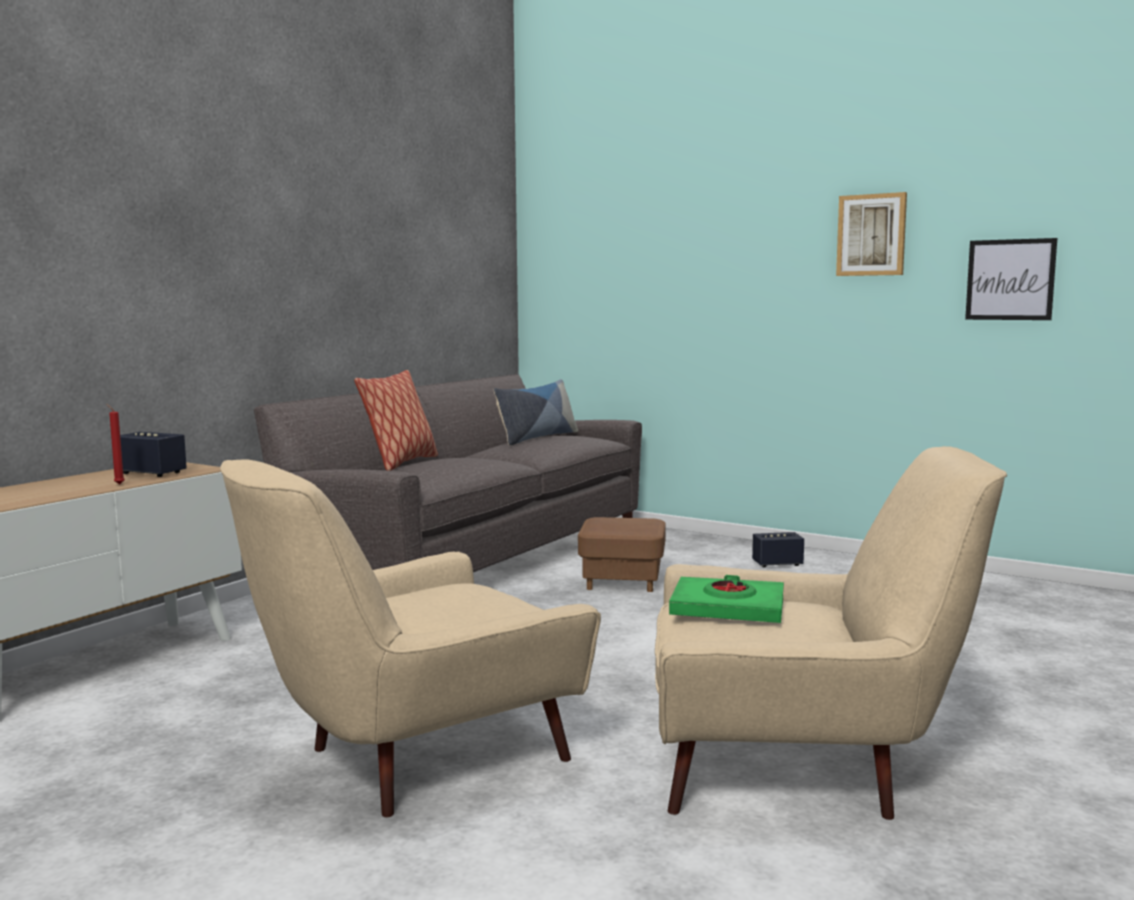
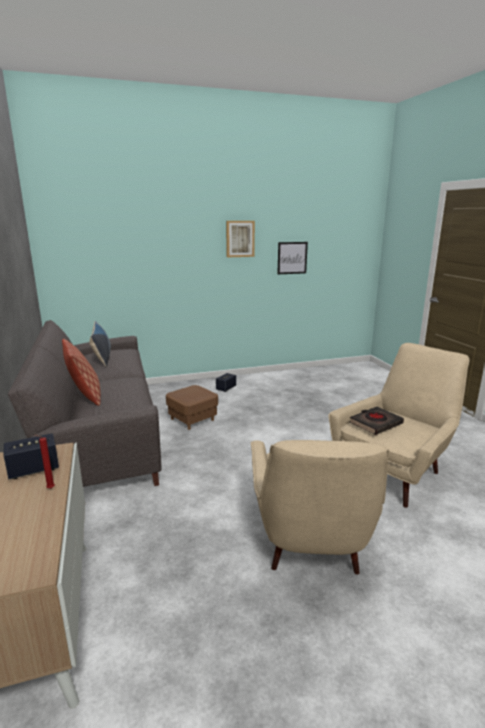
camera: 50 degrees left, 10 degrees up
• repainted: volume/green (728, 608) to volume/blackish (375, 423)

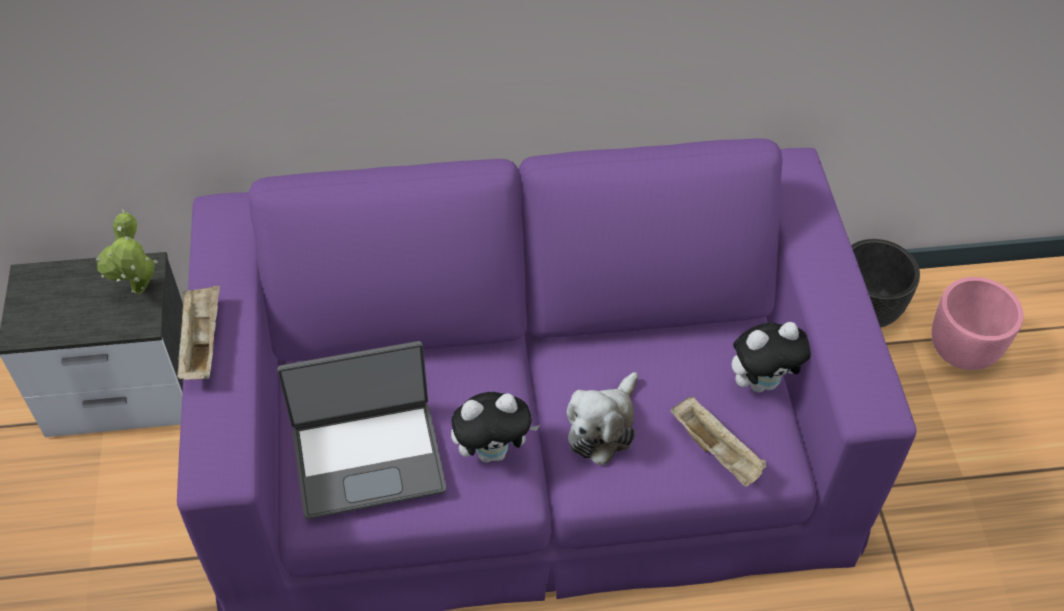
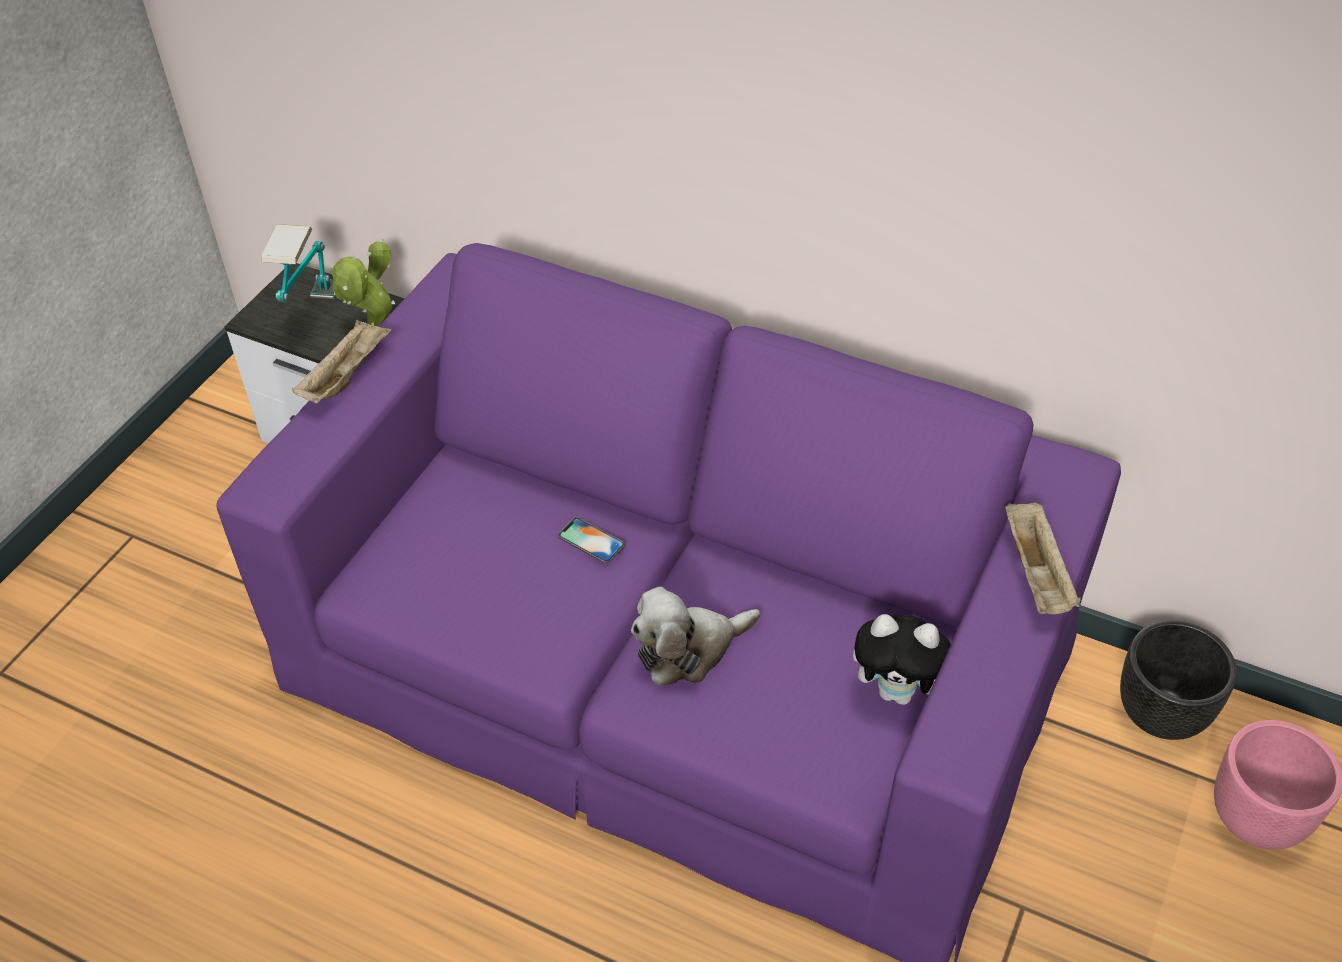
camera: 35 degrees right, 5 degrees down
• new: tabletop lamp (314, 317)
• new: phone (591, 541)
• shifted: tray/beige (716, 451) to (1037, 574)
• gone: notebook computer (368, 457)
• gone: cuddly toy (493, 451)

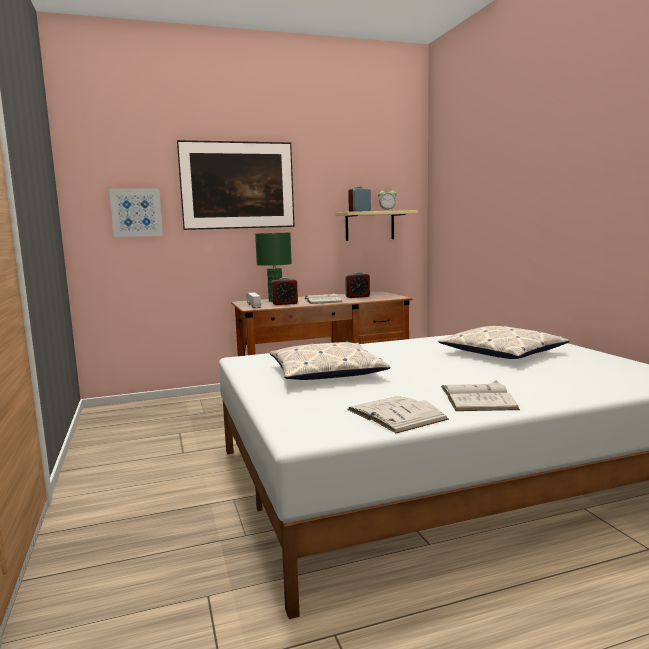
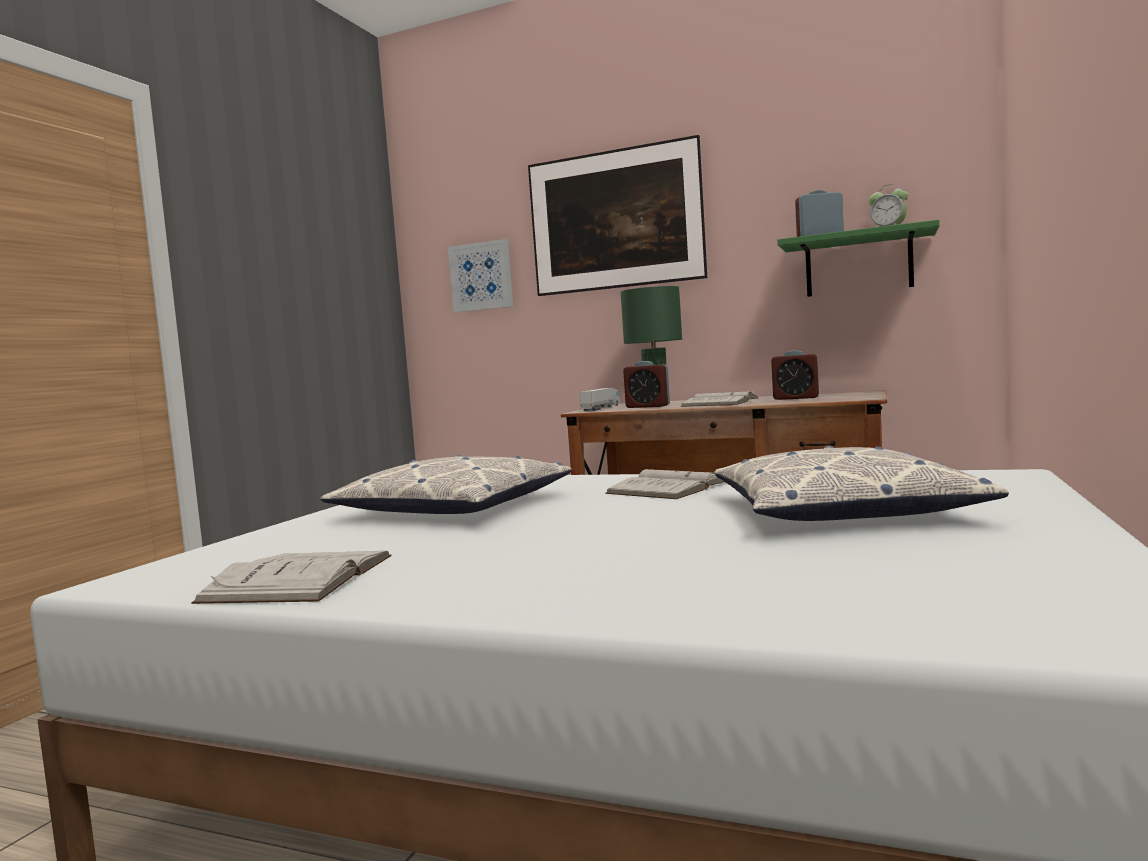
camera: 40 degrees right, 5 degrees down
• shifted: volume/white-coloured (477, 398) to (671, 486)
• repainted: wall shelf/beige (369, 226) to wall shelf/green (858, 265)

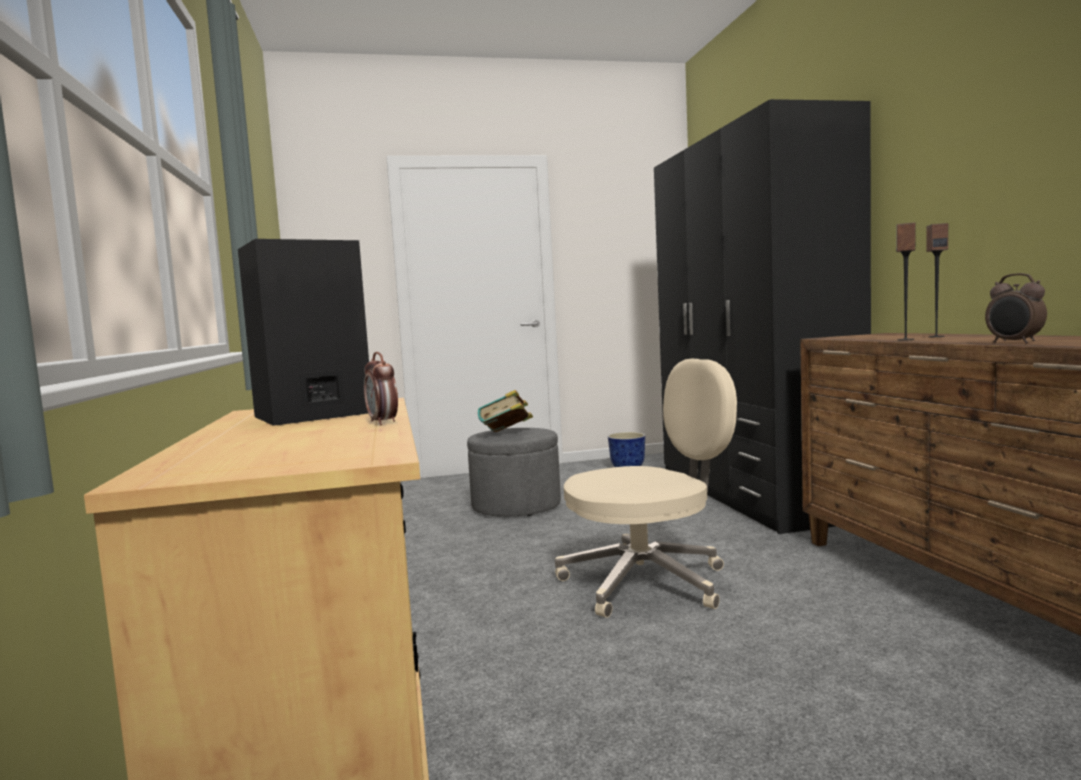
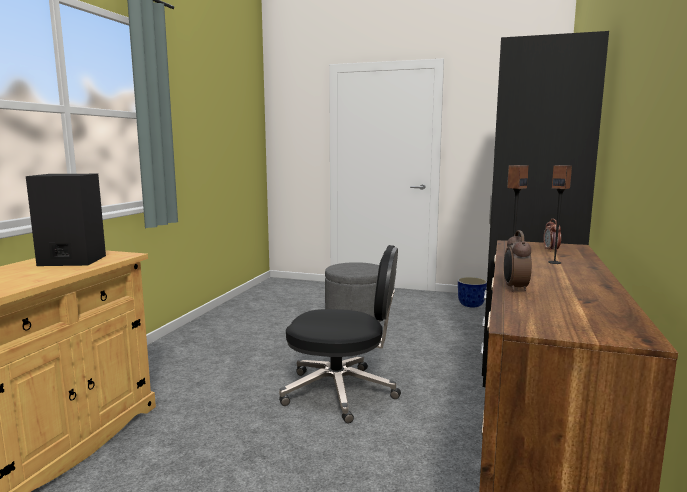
camera: 30 degrees right, 5 degrees up
• repainted: office chair/beige (647, 582) to office chair/blackish (341, 392)
• shifted: table clock (383, 422) to (551, 250)
• gone: volume (506, 434)

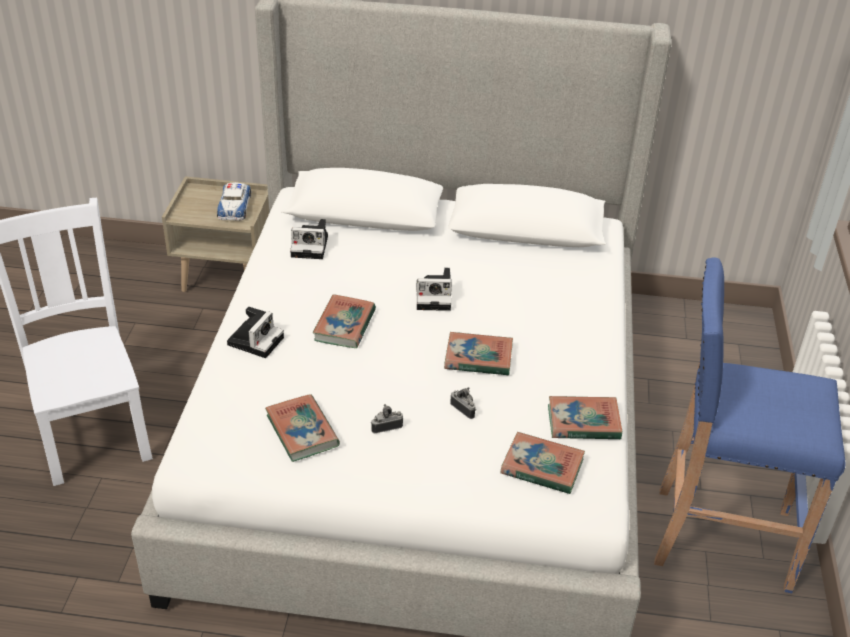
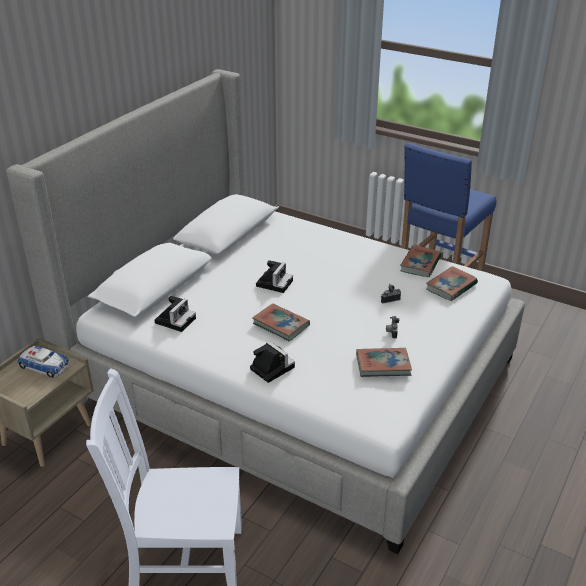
camera: 65 degrees left, 5 degrees down
• gone: volume (478, 358)

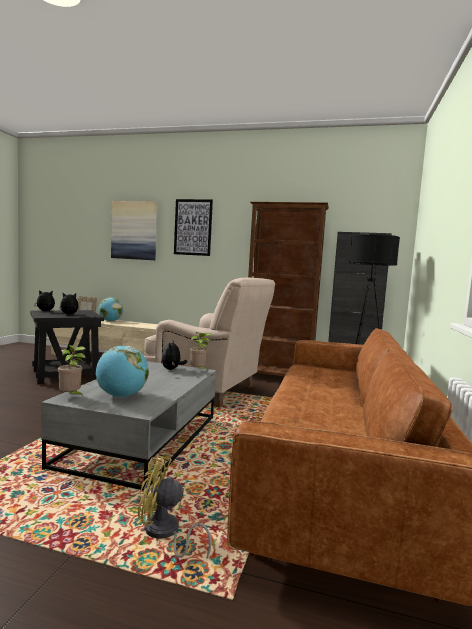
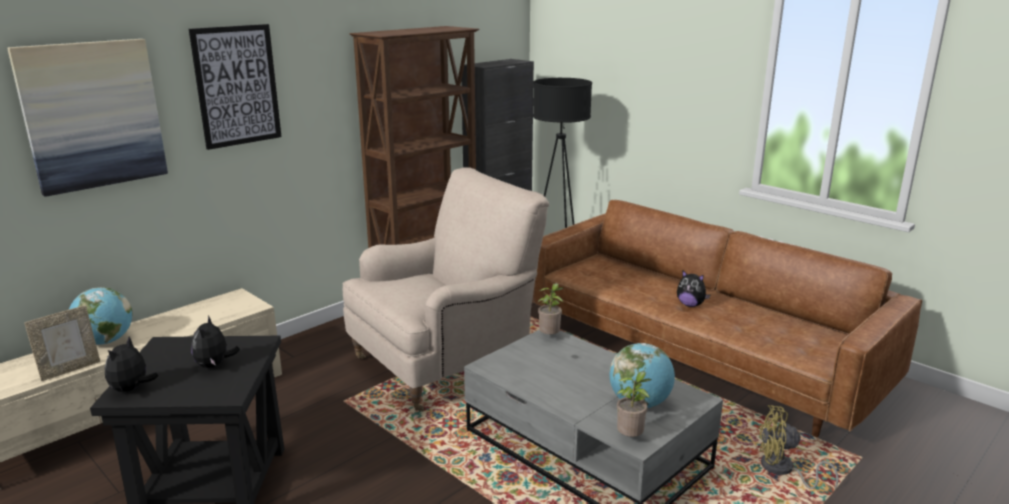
camera: 60 degrees left, 15 degrees up
• shifted: cuddly toy (172, 369) to (690, 305)
• rotated: cooling fan/yellow (165, 534) = (783, 470) 60 degrees clockwise

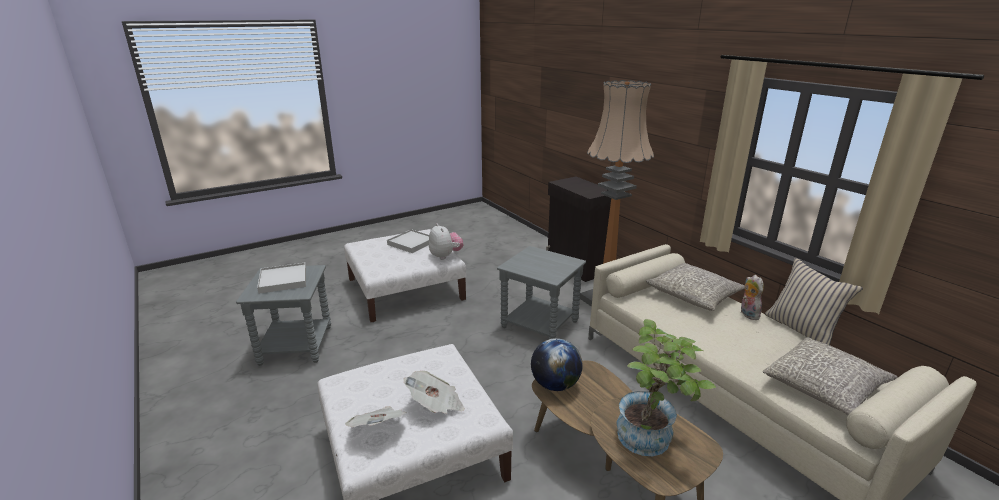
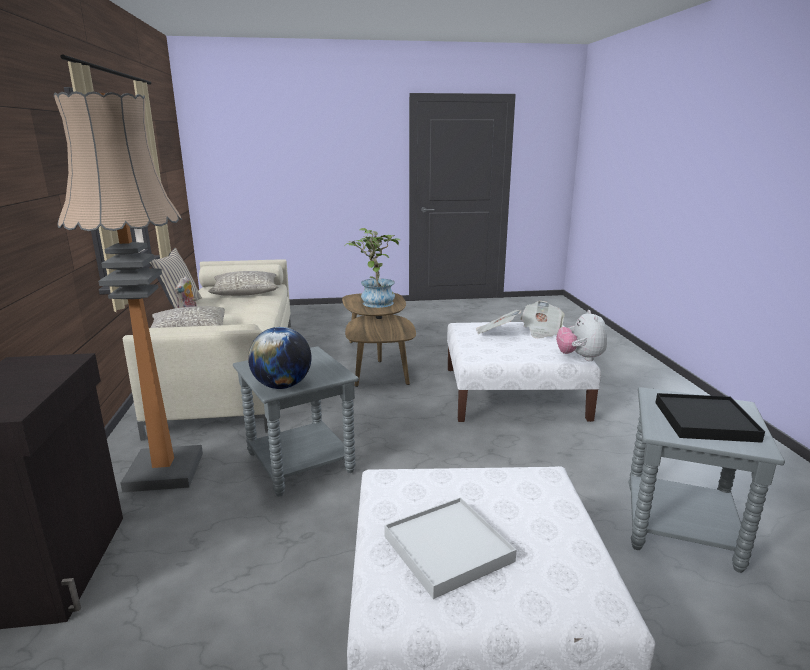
camera: 155 degrees left, 5 degrees down
• shifted: desk globe (555, 385) to (282, 386)
• shifted: cuddly toy (445, 256) to (580, 358)
• repainted: tray/white-coloured (283, 280) to tray/blackish (705, 421)

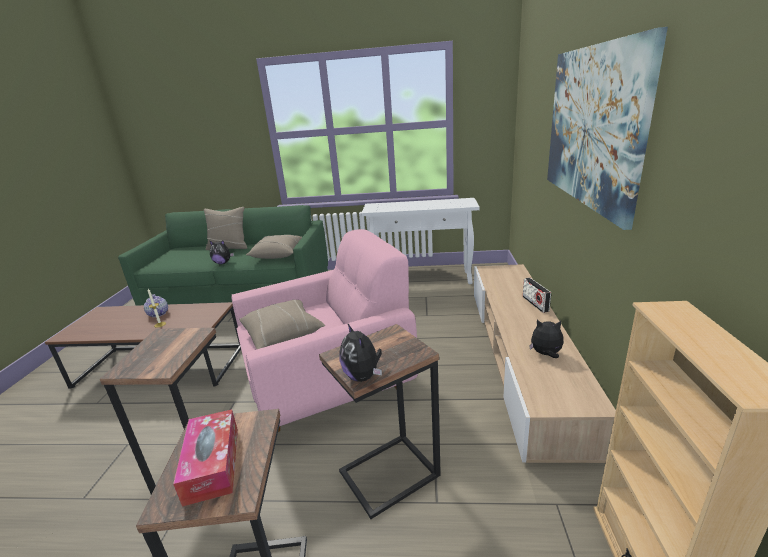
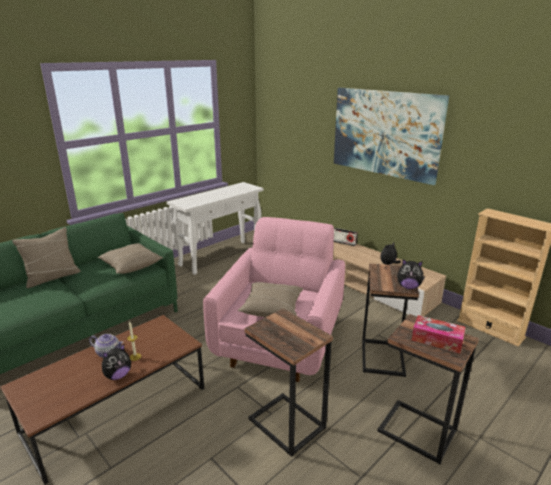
camera: 50 degrees left, 0 degrees up
• shifted: cuddly toy (223, 263) to (118, 375)

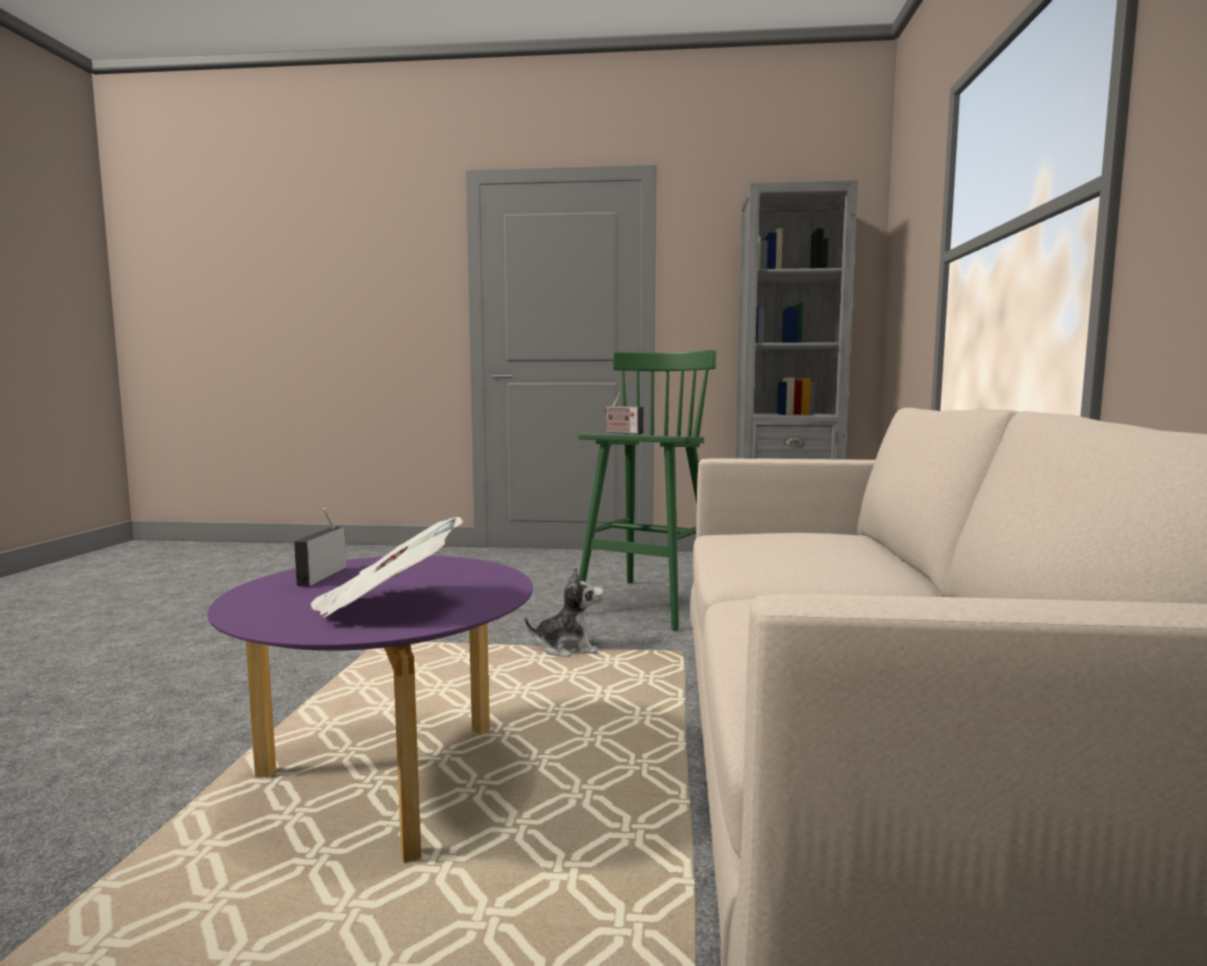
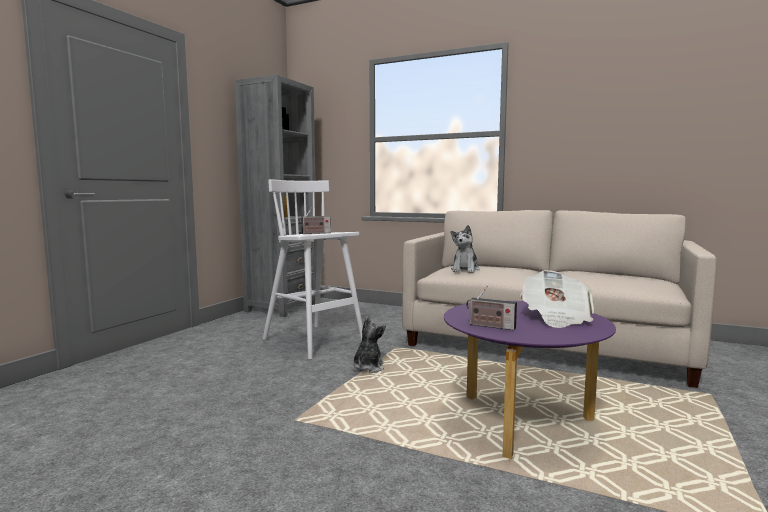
camera: 70 degrees left, 0 degrees up
• repainted: sitting stool/green (649, 605) to sitting stool/white-coloured (315, 342)
• new: cuddly toy (465, 270)

